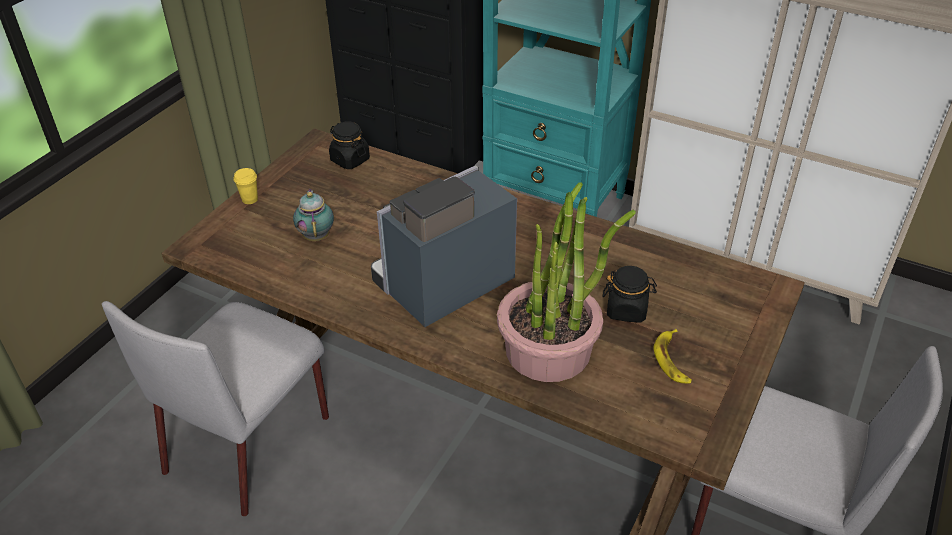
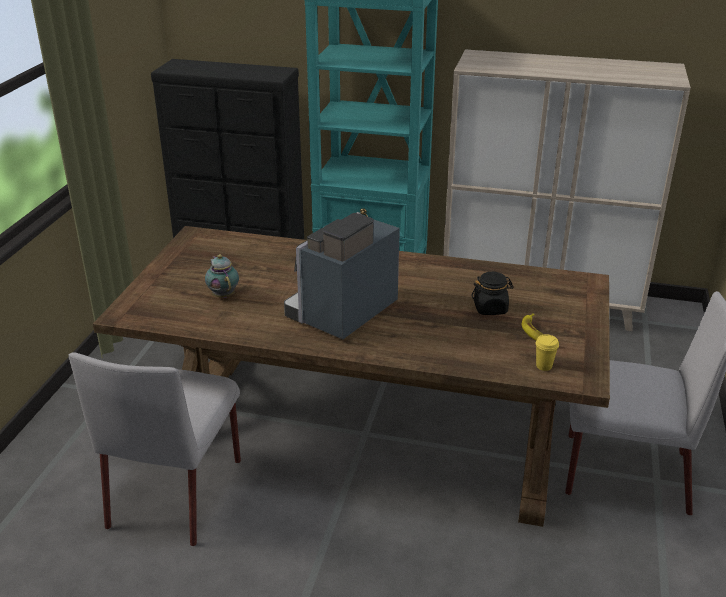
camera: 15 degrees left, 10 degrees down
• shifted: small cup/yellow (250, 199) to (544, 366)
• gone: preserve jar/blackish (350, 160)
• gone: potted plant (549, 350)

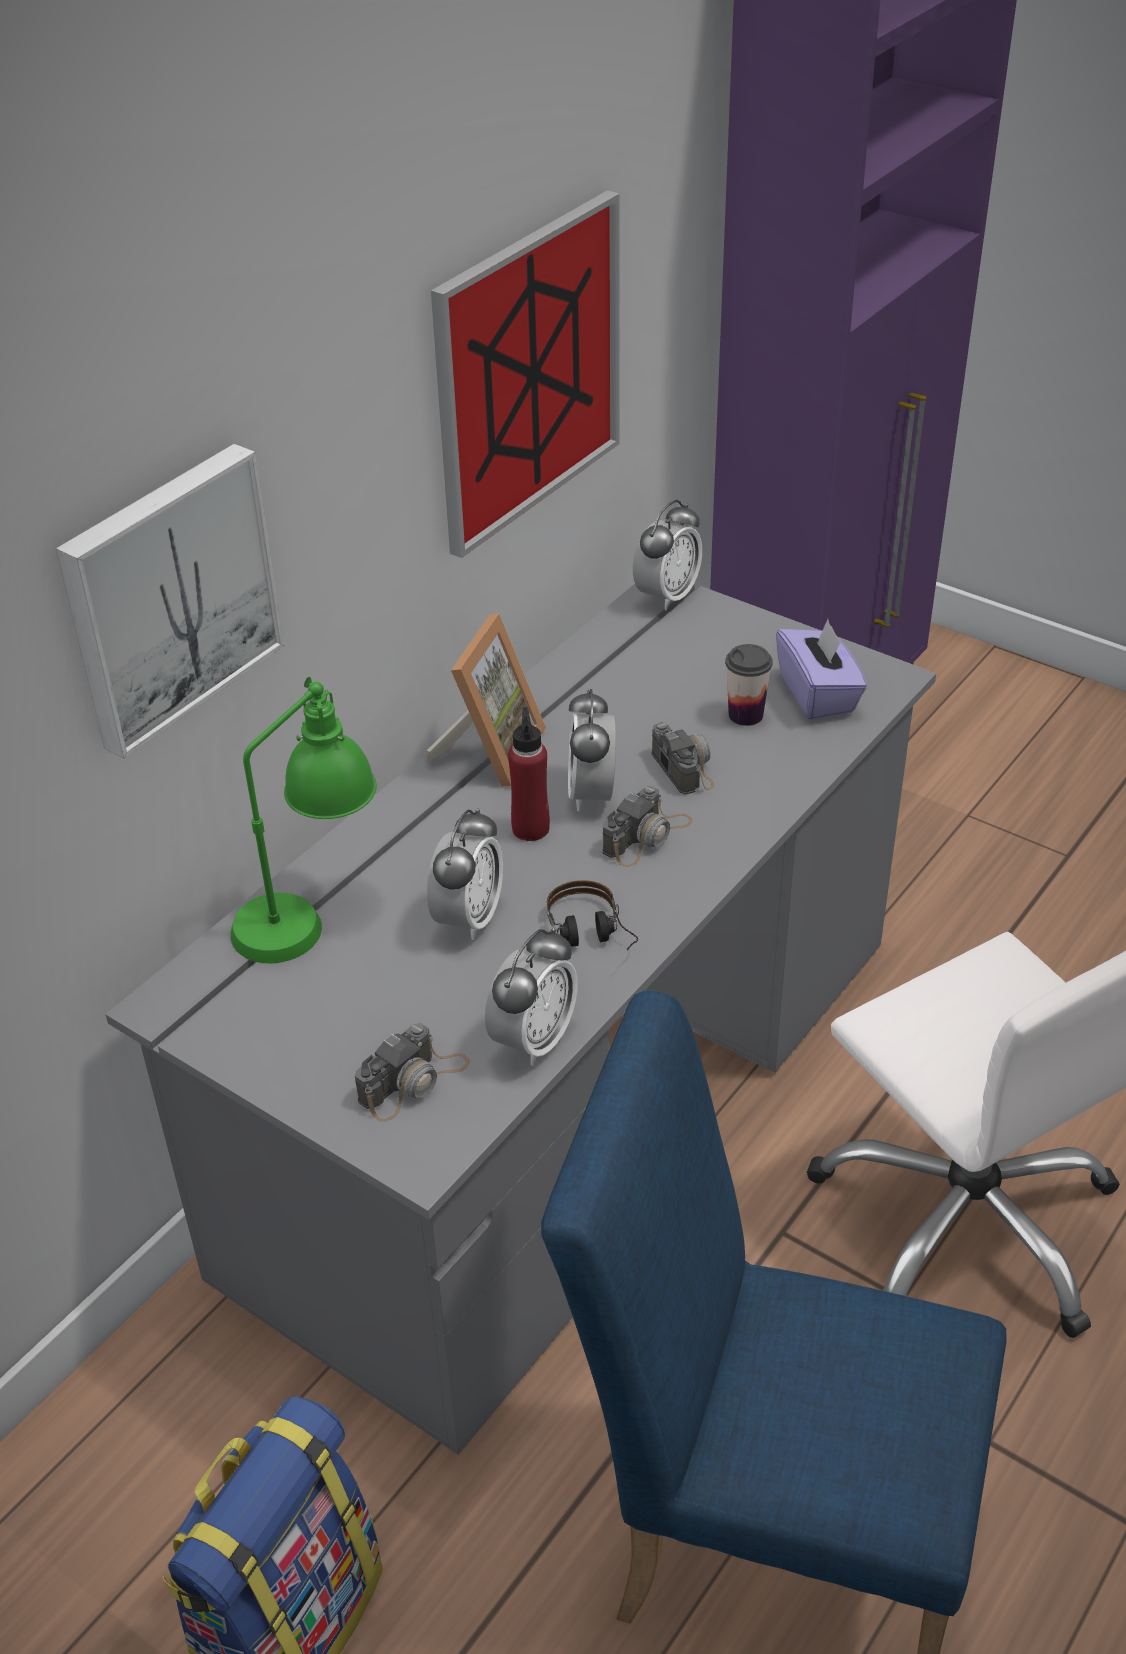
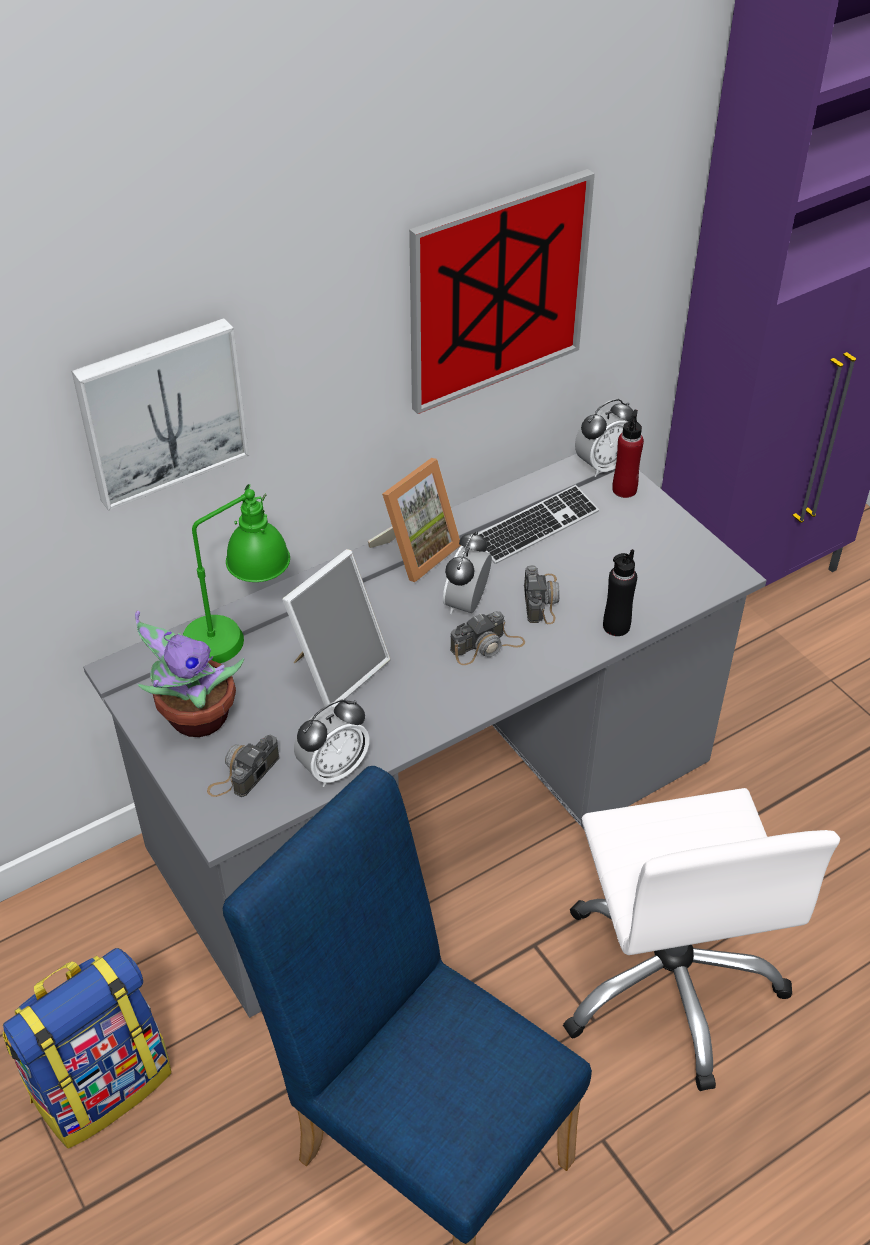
camera: 20 degrees right, 5 degrees up
• new: potted plant (195, 718)
• rotated: still camera (413, 1081) = (244, 773) 150 degrees clockwise
• swapped: table clock (468, 918) to picture frame (337, 670)
• new: PC keyboard (536, 527)
• new: bottle/blackish (616, 626)
• shifted: bottle/red-coloured (530, 828) to (624, 489)
• gone: headset (592, 937)
• gone: small cup (745, 715)
• gone: tissue holder/purple-coloured (818, 695)

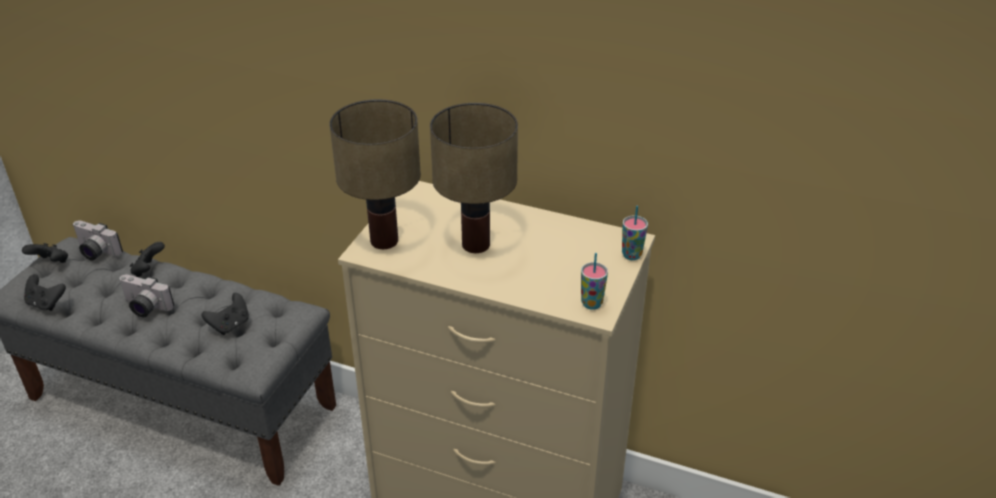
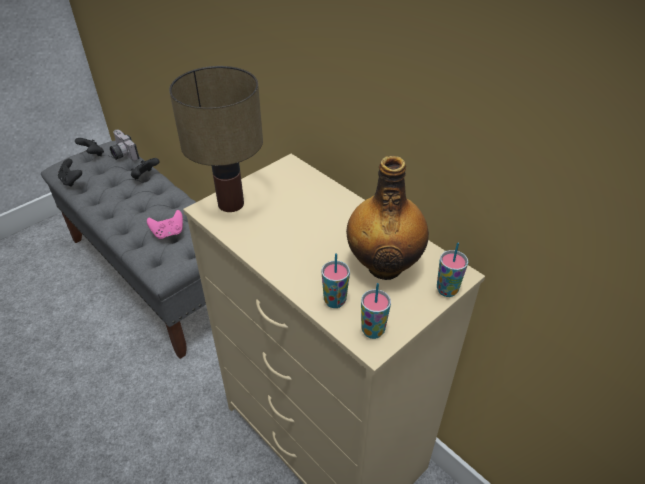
camera: 25 degrees right, 5 degrees up
• repainted: game controller/blackish (230, 325) to game controller/pinkish (168, 233)
• new: small cup (334, 301)
• new: bottle (384, 265)
• gone: still camera (144, 308)
• gone: tabletop lamp (474, 244)

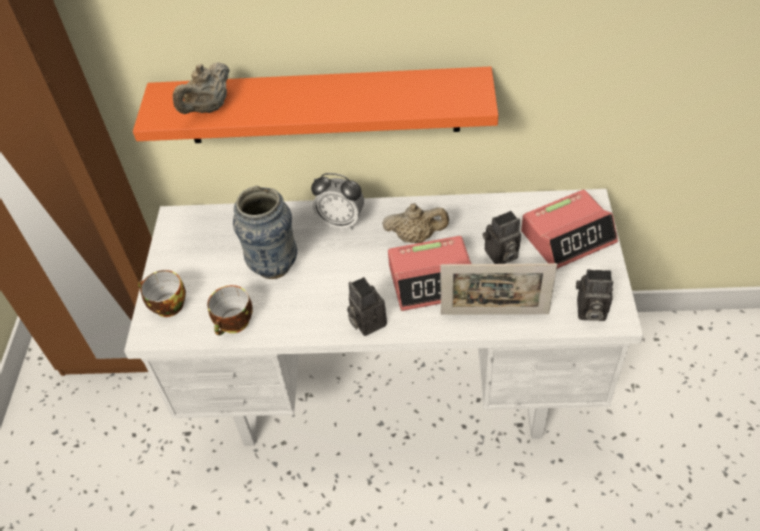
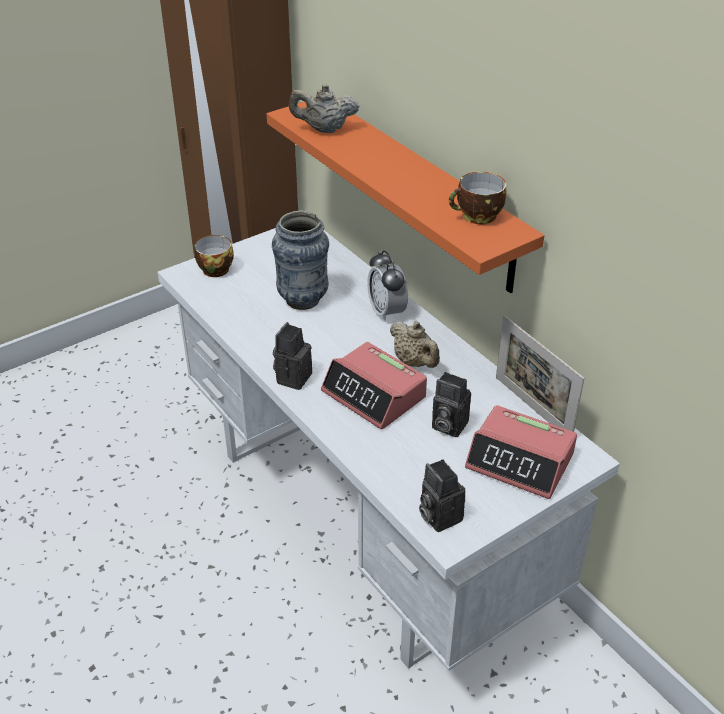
camera: 50 degrees right, 10 degrees down
• shifted: small cup (234, 323) to (477, 217)
• shifted: picture frame (494, 313) to (532, 408)

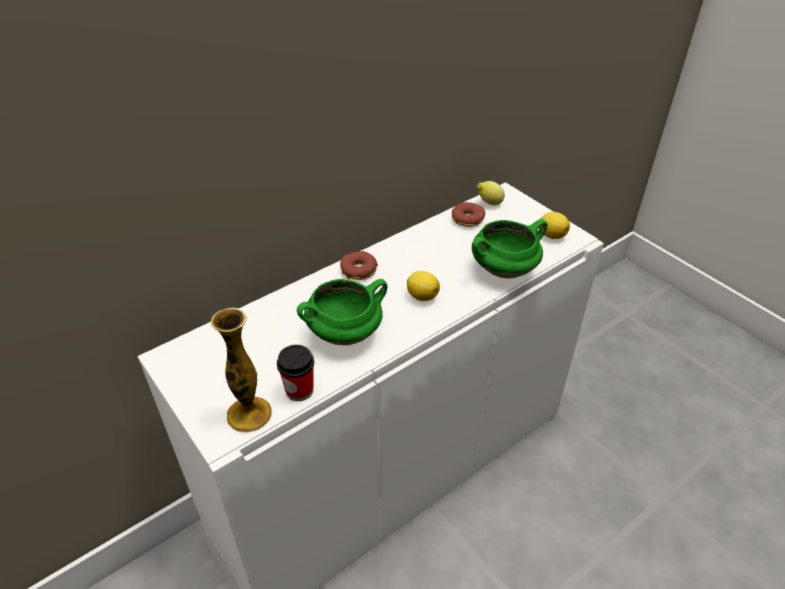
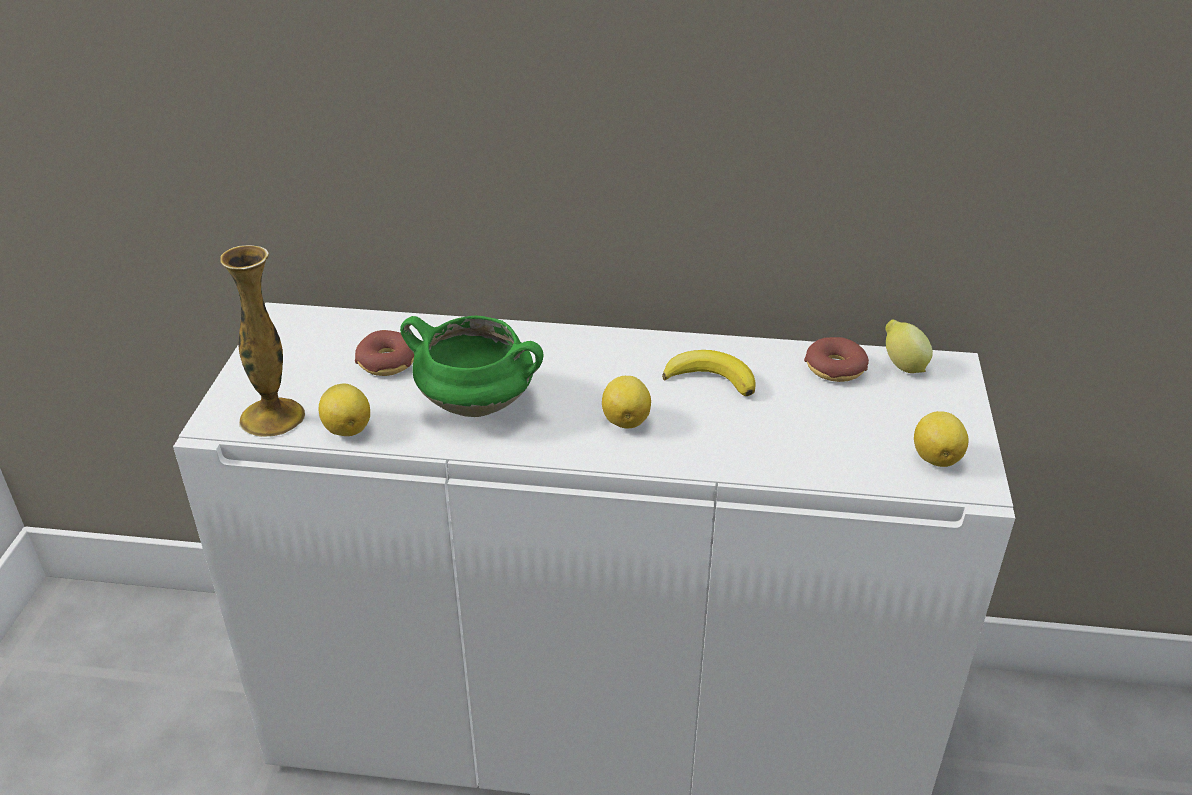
camera: 45 degrees right, 5 degrees down
• swapped: small cup (299, 390) to citrus fruit (347, 428)
• shifted: donut (359, 270) to (387, 361)
• new: banana fruit (711, 378)
• gone: stockpot/green (504, 269)

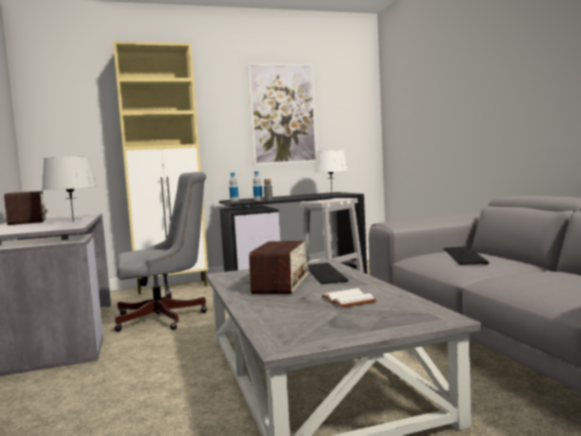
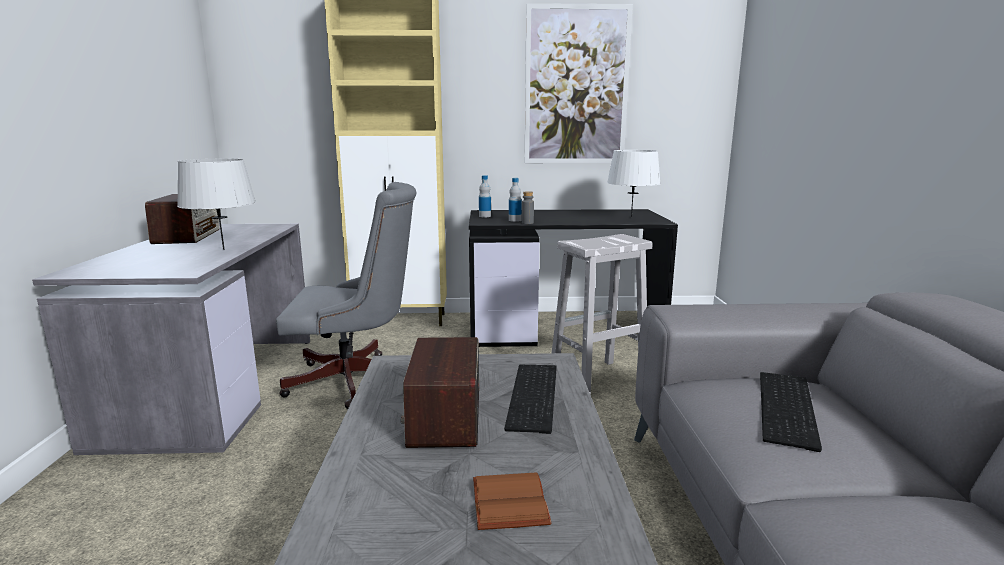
camera: 15 degrees right, 10 degrees up
• rotated: radio set (281, 284) = (445, 416) 150 degrees clockwise
• repainted: volume/white-coloured (346, 300) to volume/brown-coloured (507, 501)

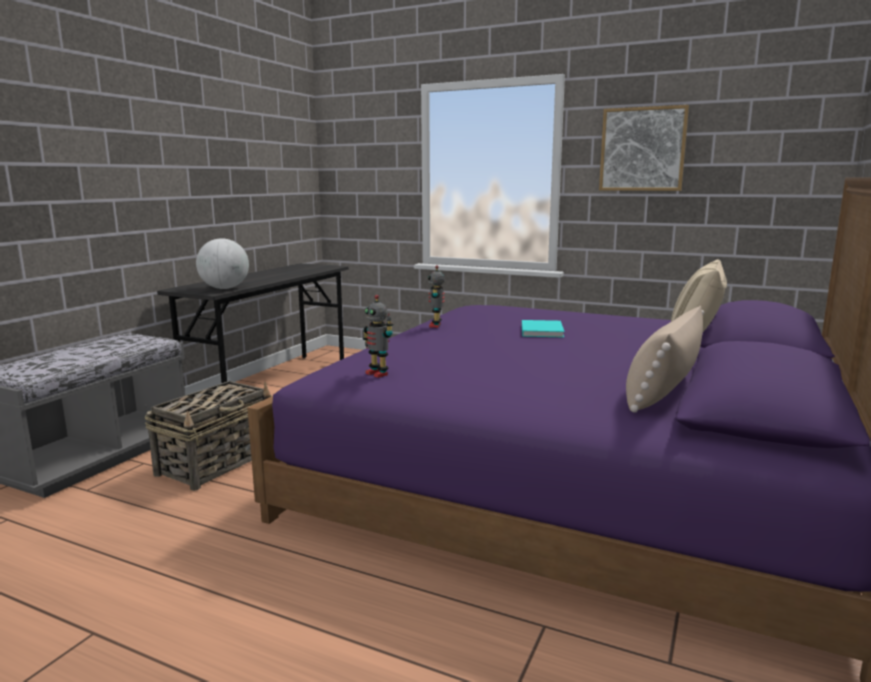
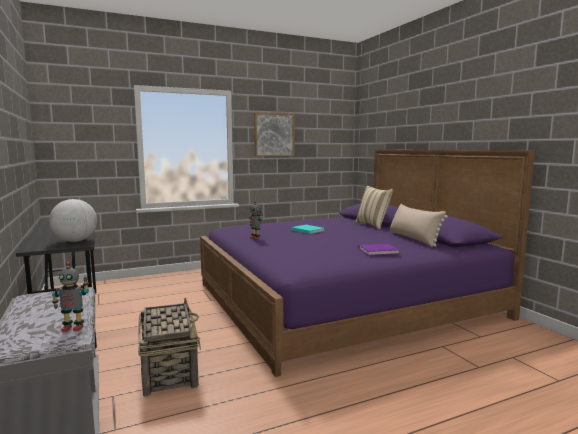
camera: 50 degrees left, 5 degrees down
• shifted: model robot (378, 374) to (73, 328)
• new: volume/purple-coloured (379, 251)

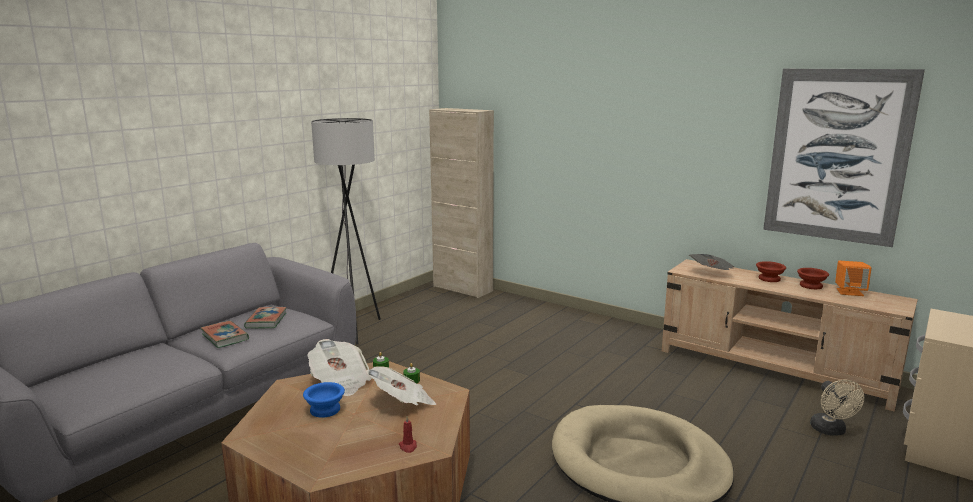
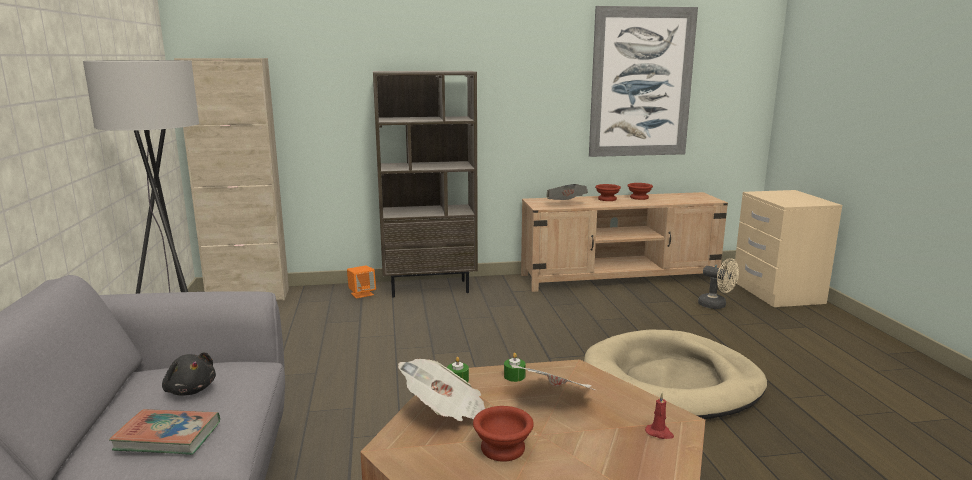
camera: 45 degrees left, 0 degrees up
• swapped: volume (266, 321) to cuddly toy/blackish (190, 390)
• shifted: audio speaker/orange-coloured (849, 292) to (362, 294)
• new: shelving unit/brown-coloured (430, 288)
• repainted: bowl/bluish (325, 409) to bowl/brown-coloured (501, 447)

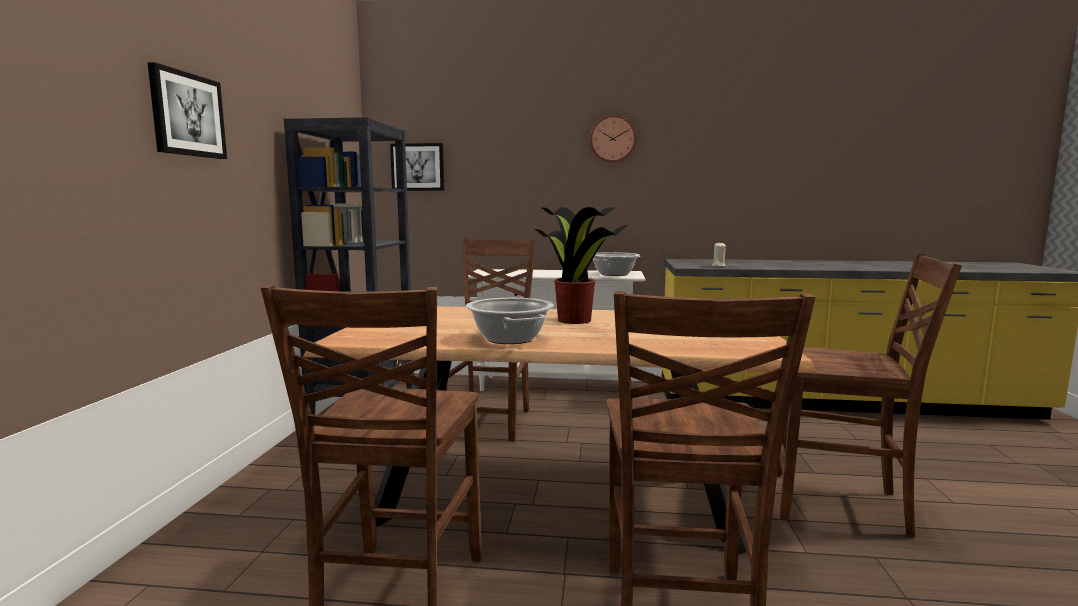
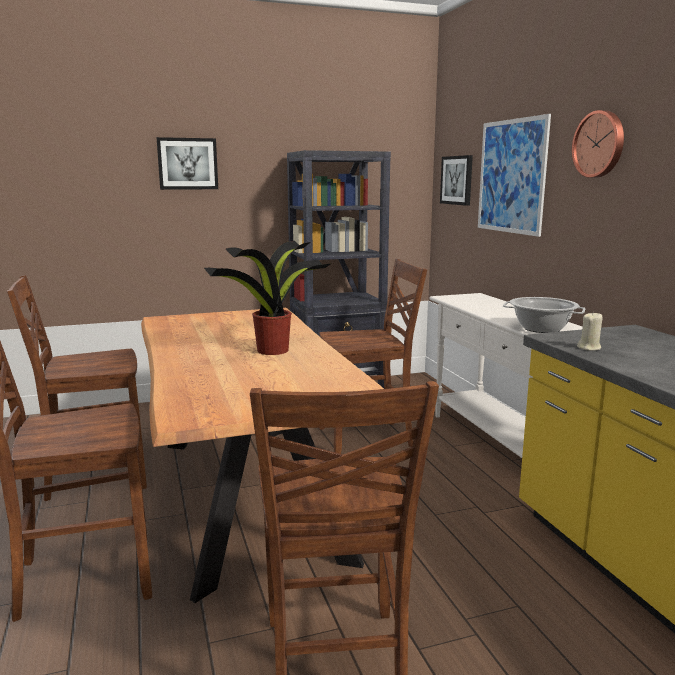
camera: 65 degrees right, 5 degrees up
• new: picture (511, 176)
• gone: stockpot (509, 338)

